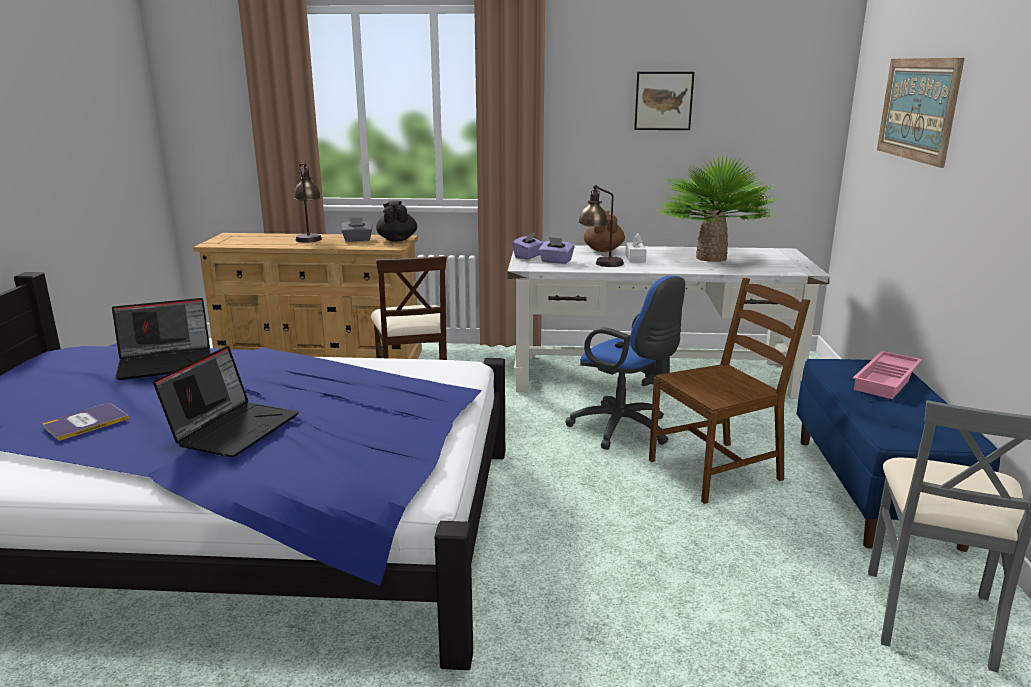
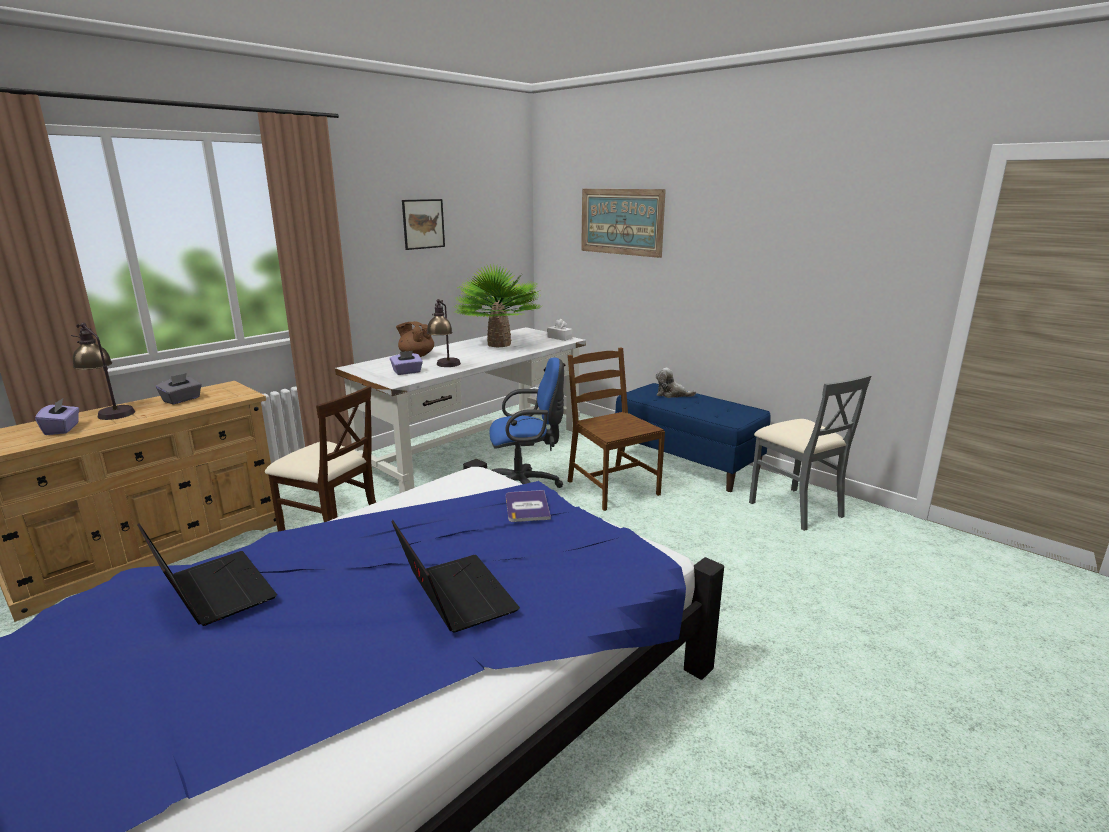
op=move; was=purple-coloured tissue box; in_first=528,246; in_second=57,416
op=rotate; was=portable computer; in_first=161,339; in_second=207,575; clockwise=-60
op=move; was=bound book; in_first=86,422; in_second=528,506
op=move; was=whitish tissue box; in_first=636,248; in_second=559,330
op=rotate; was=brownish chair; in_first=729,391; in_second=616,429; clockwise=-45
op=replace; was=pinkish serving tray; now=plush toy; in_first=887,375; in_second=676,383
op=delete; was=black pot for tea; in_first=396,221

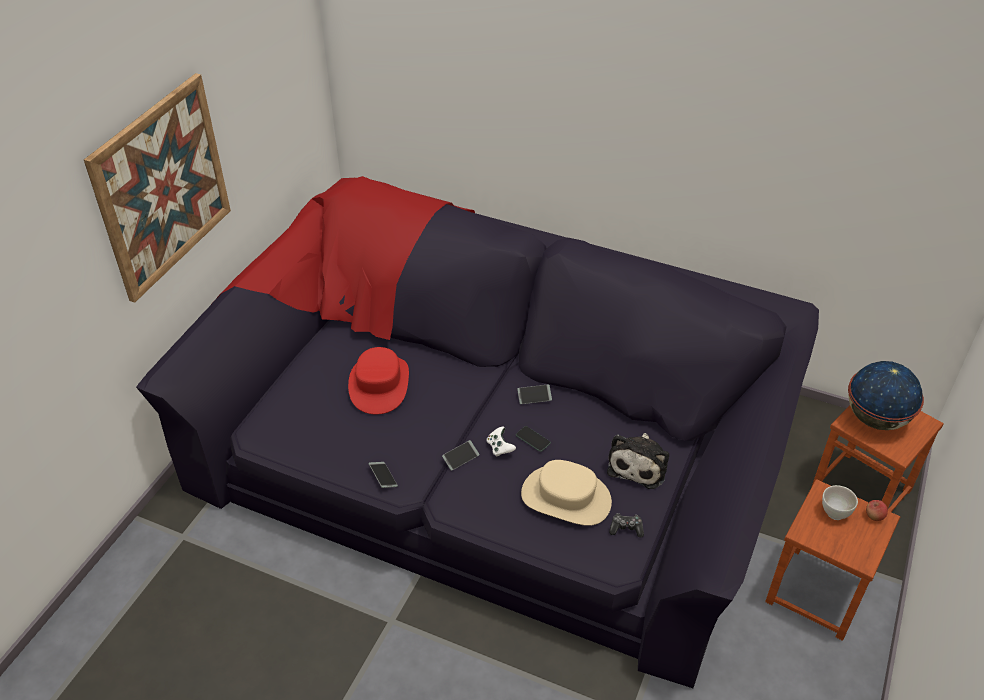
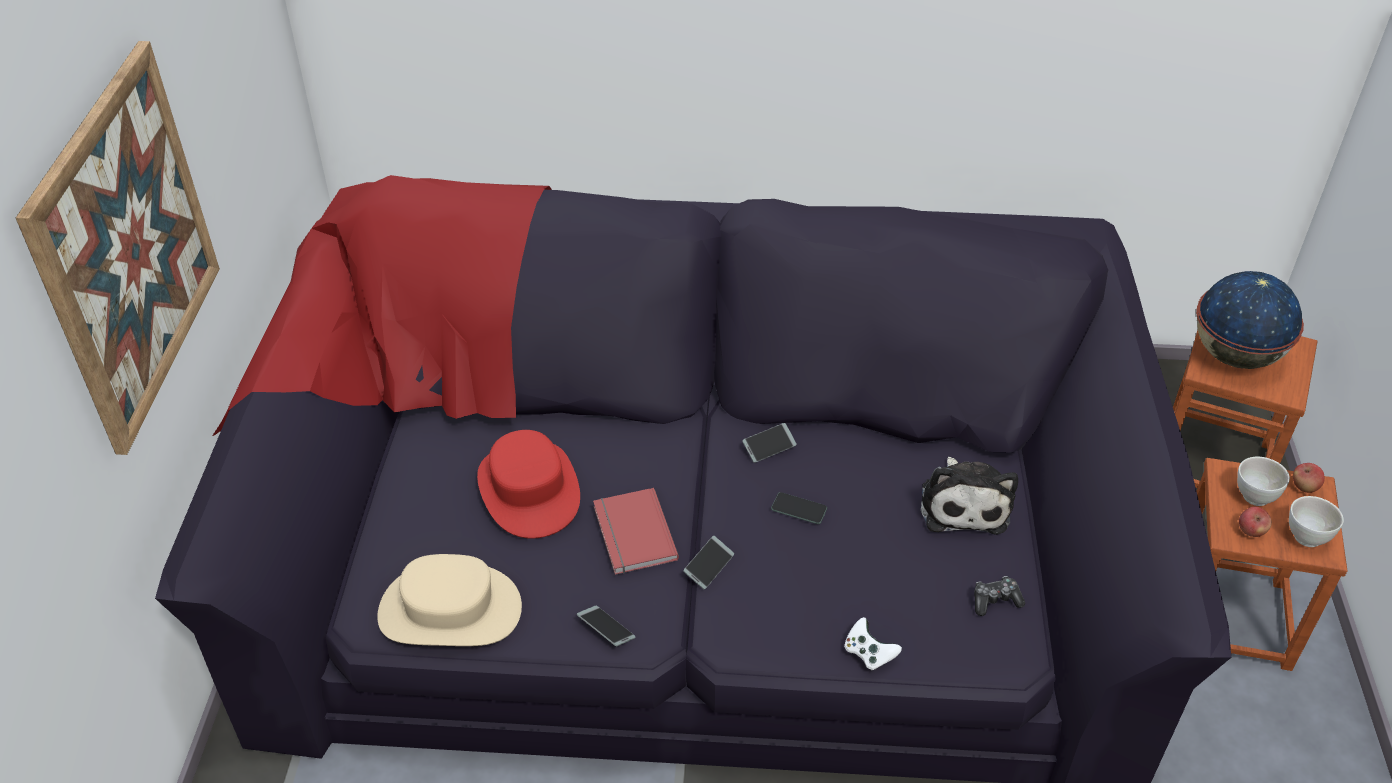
op=move; was=beige-coloured wearable hat; in_first=566,493; in_second=449,600
op=insert; now=red-coloured bound book; in_second=636,531
op=move; was=whitish game controller; in_first=501,441; in_second=873,644
op=insert; now=apple; in_second=1255,522
op=insert; now=whitish serving bowl; in_second=1316,521

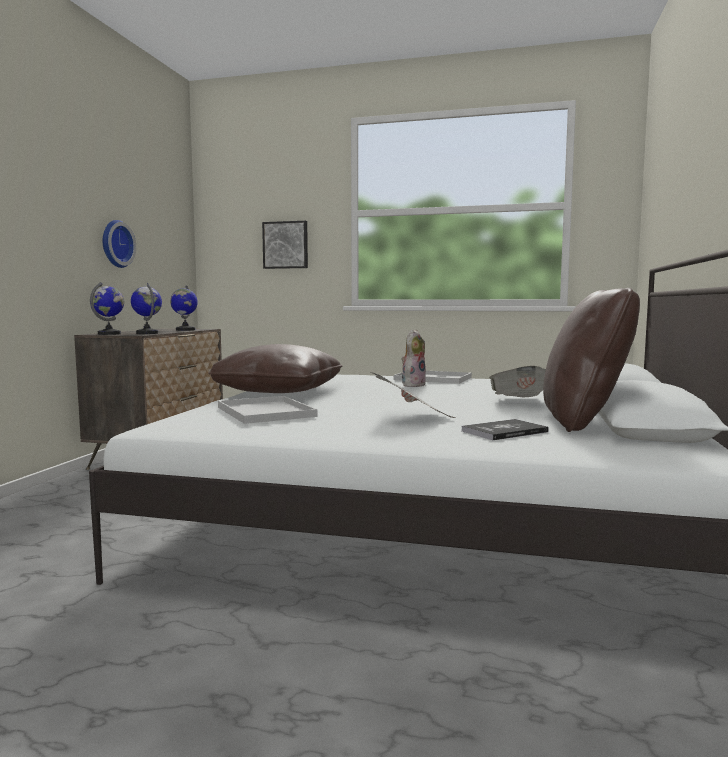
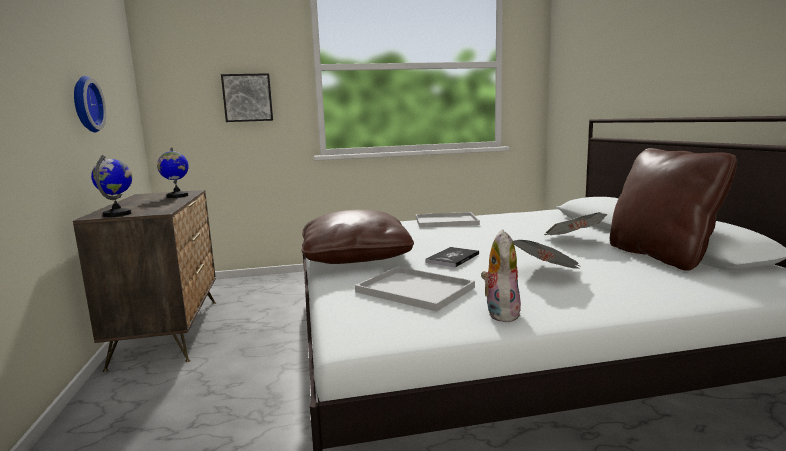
op=move; was=bound book; in_first=505,429; in_second=452,257
op=move; was=plush toy; in_first=413,358; in_second=501,275
op=delete; was=globe; in_first=146,308

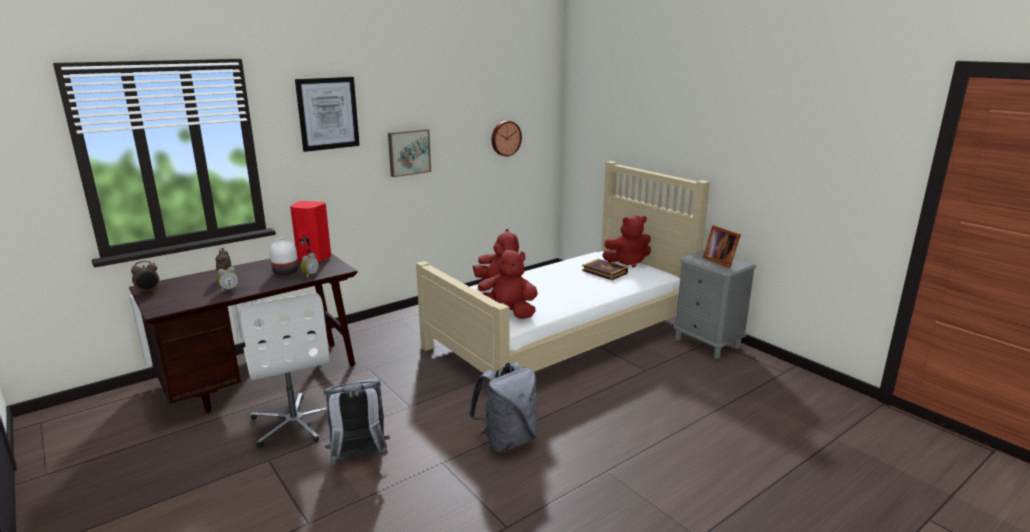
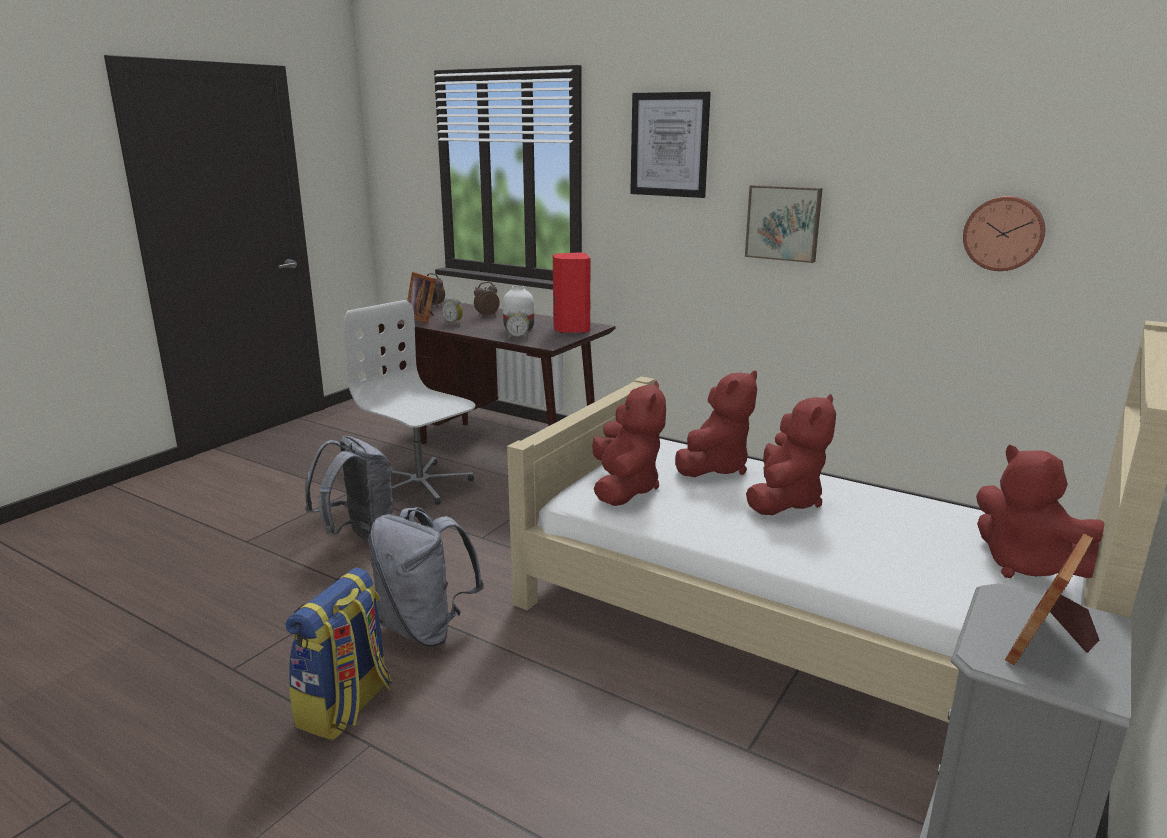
op=insert; now=rucksack; in_second=338,653
op=rotate; was=whitish desk chair; in_first=285,370; in_second=410,402; clockwise=90
op=insert; now=photo frame; in_second=421,297
op=insert; now=red-coloured plush toy; in_second=791,454
op=delete; was=bound book; in_first=605,269

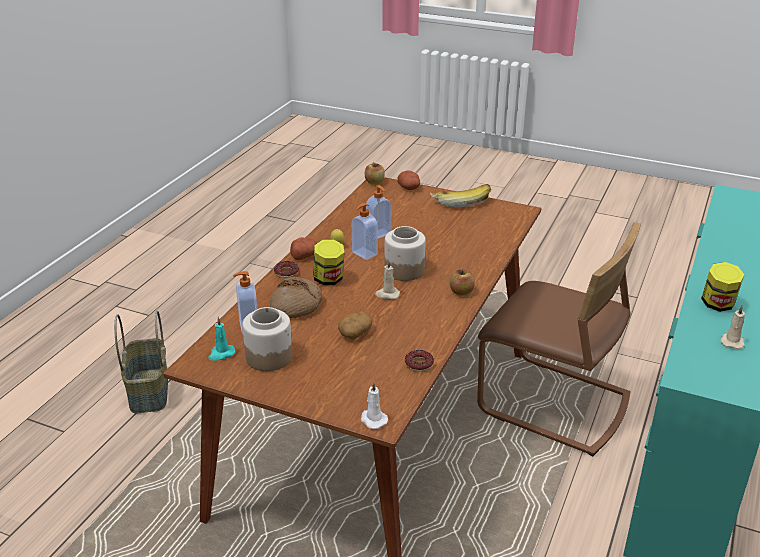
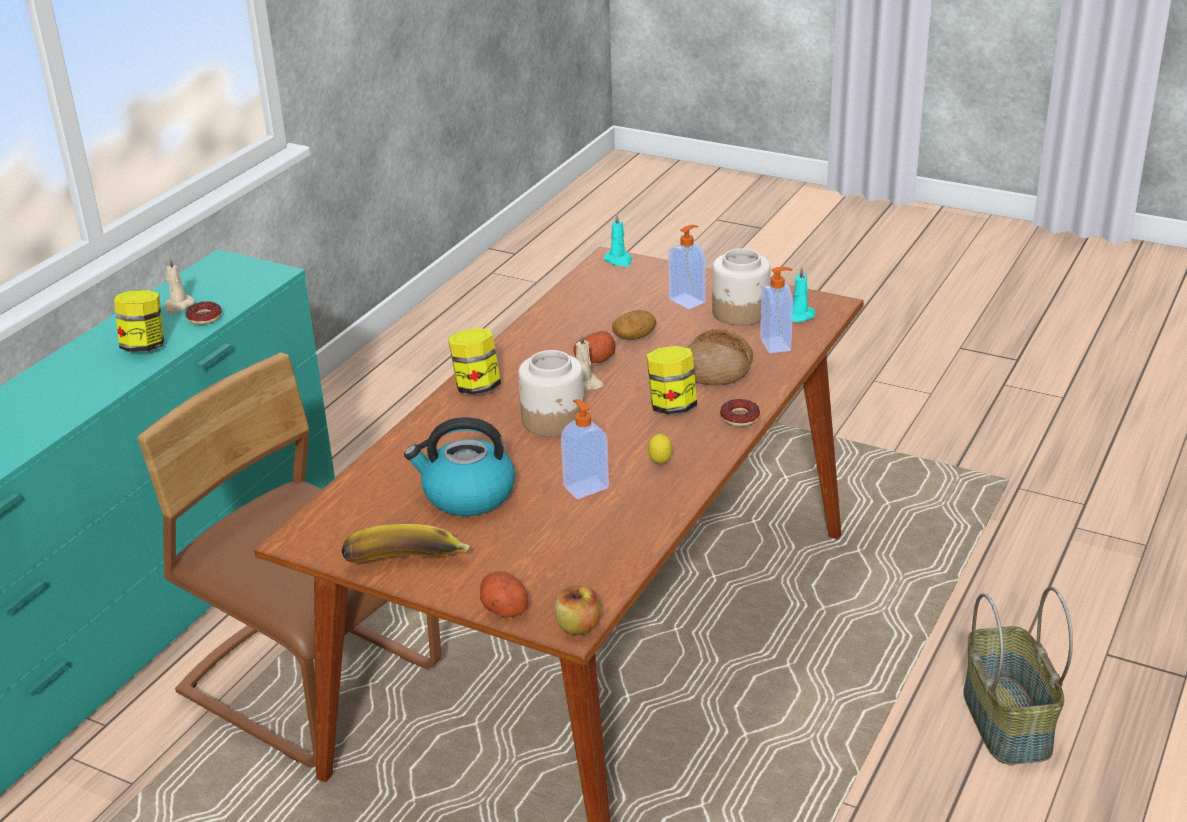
op=move; was=doughnut; in_first=419,361; in_second=204,313
op=insert; now=water kettle; in_second=459,466
op=replace; was=apple; now=preserve jar; in_first=462,282; in_second=474,361
op=move; was=spud; in_first=303,248; in_second=594,347
op=recolor; was=whitish candle; now=turquoise candle; in_first=374,405; in_second=618,240
op=move; was=soap bottle; in_first=365,231; in_second=687,267

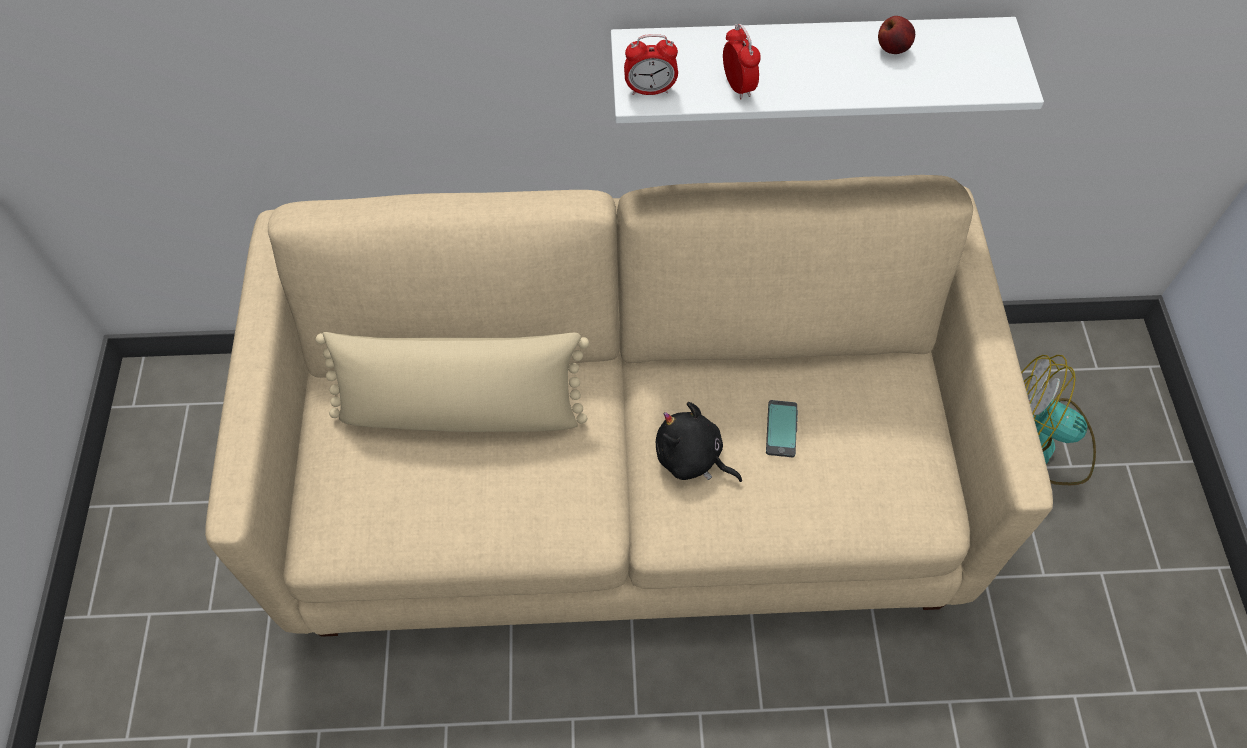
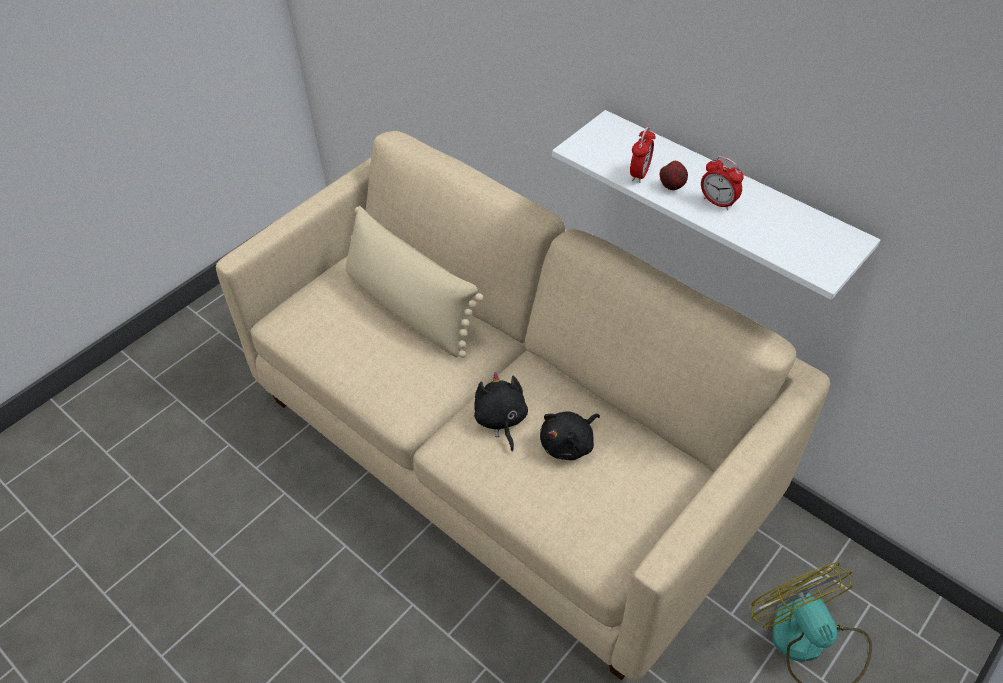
op=replace; was=handset; now=black plush toy; in_first=782,428; in_second=570,436
op=move; was=apple; in_first=896,35; in_second=674,175
op=move; was=bedside clock; in_first=651,64; in_second=722,183

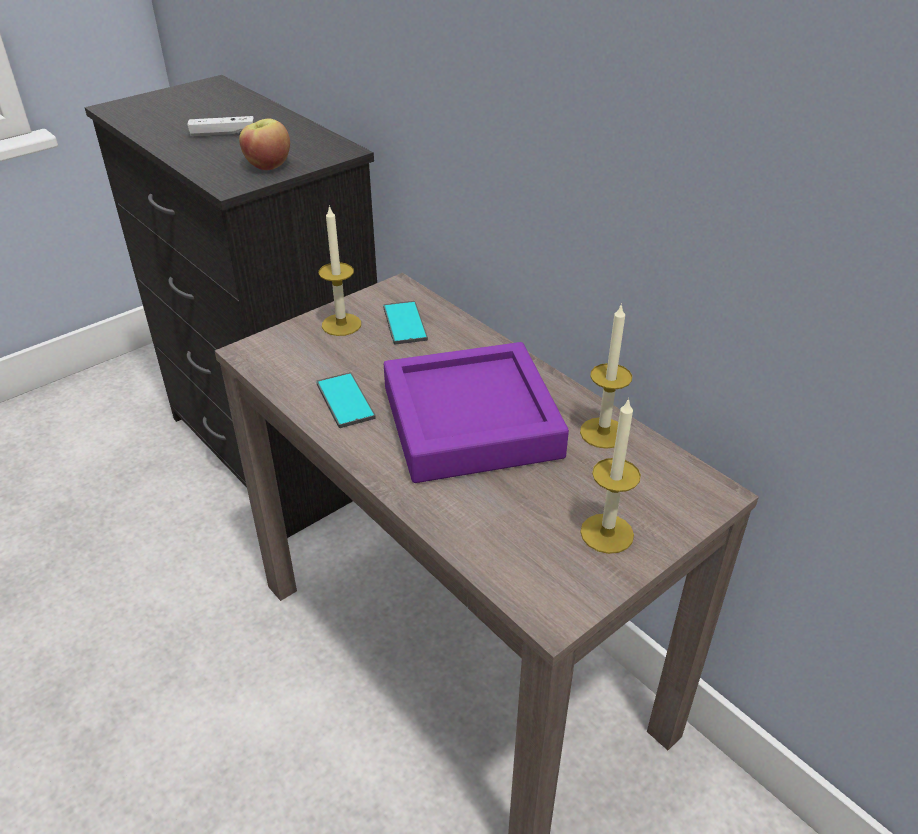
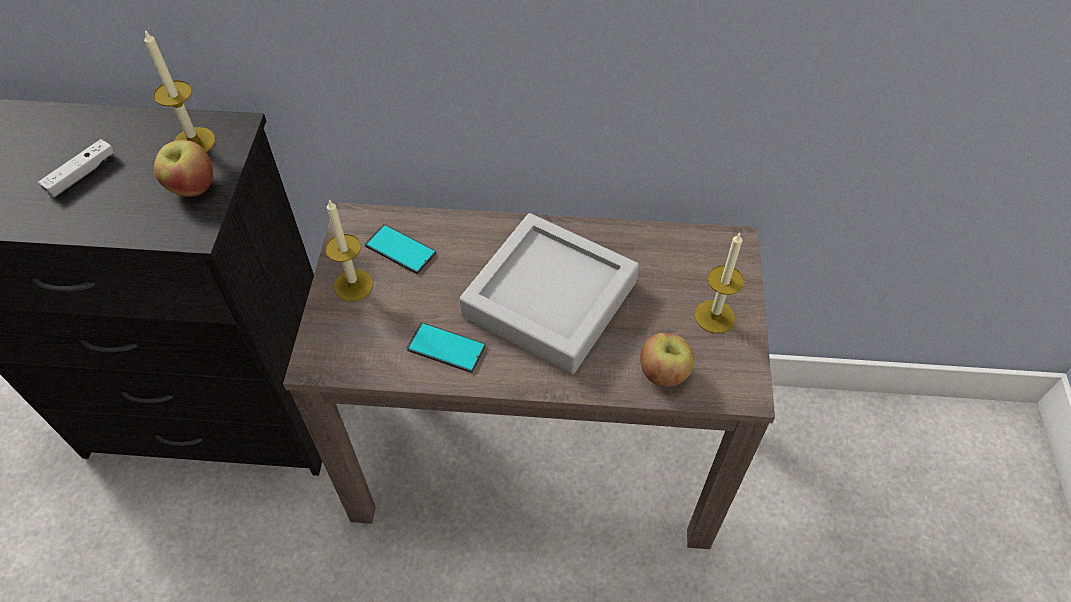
op=move; was=candle; in_first=606,376; in_second=179,91
op=recolor; was=purple-coloured serving tray; now=grey serving tray; in_first=476,412; in_second=549,293
op=insert; now=apple; in_second=667,360

